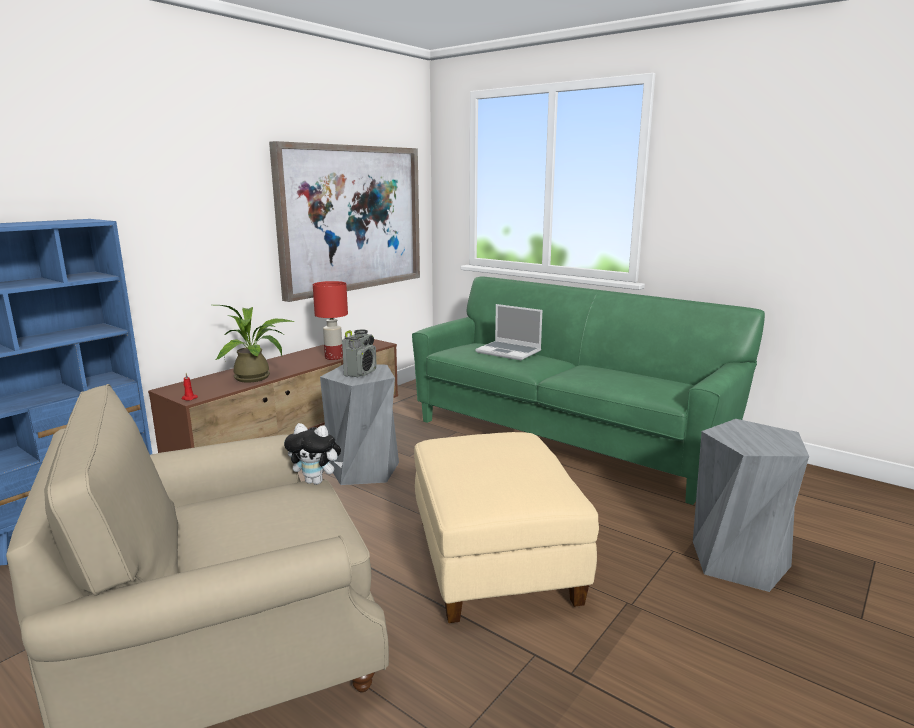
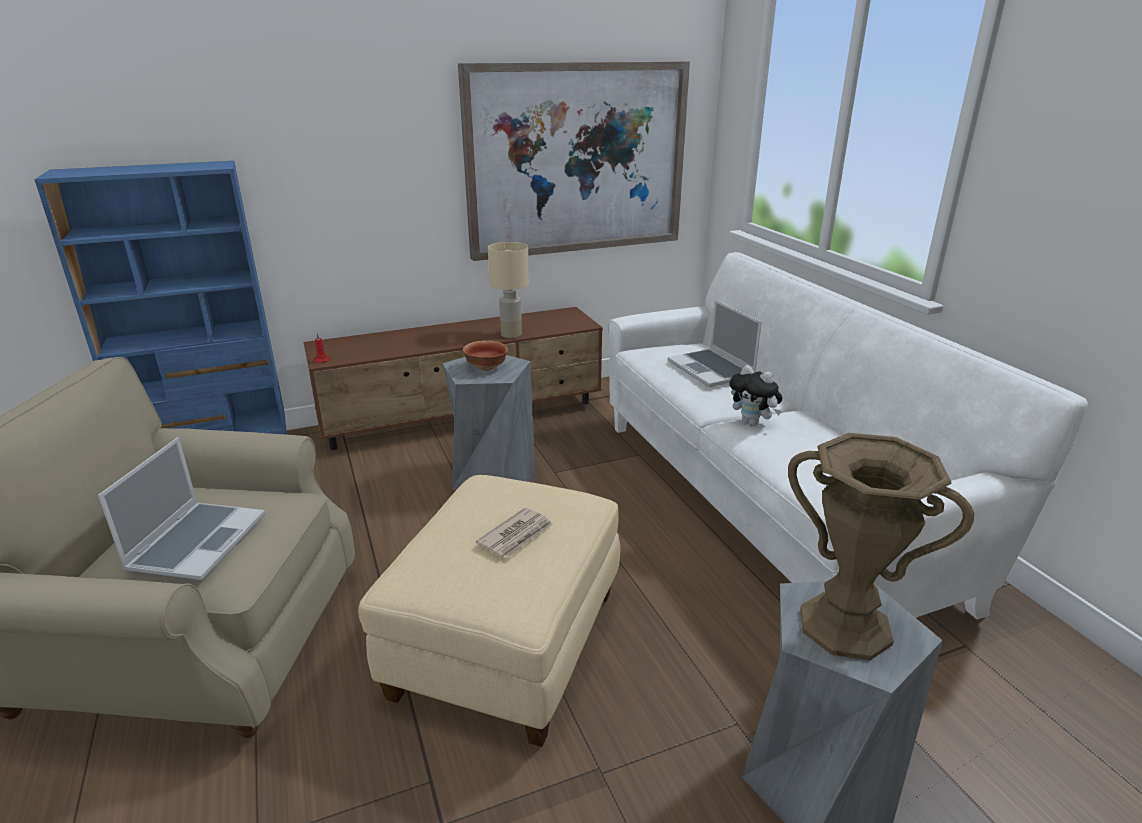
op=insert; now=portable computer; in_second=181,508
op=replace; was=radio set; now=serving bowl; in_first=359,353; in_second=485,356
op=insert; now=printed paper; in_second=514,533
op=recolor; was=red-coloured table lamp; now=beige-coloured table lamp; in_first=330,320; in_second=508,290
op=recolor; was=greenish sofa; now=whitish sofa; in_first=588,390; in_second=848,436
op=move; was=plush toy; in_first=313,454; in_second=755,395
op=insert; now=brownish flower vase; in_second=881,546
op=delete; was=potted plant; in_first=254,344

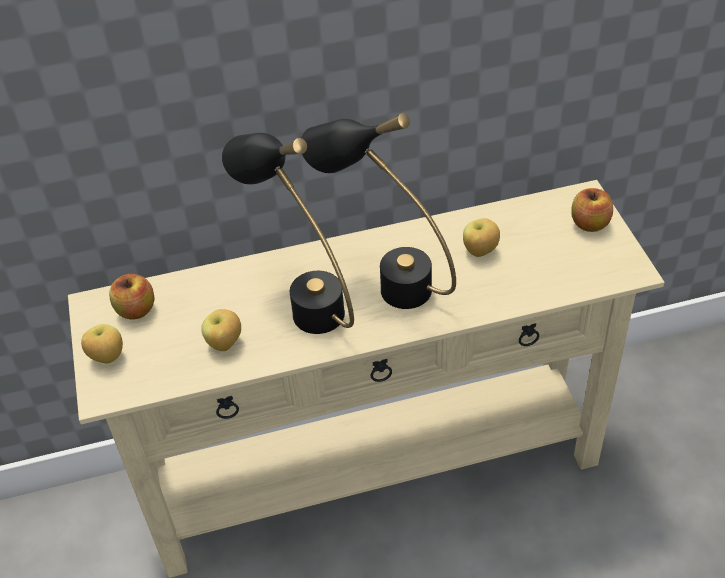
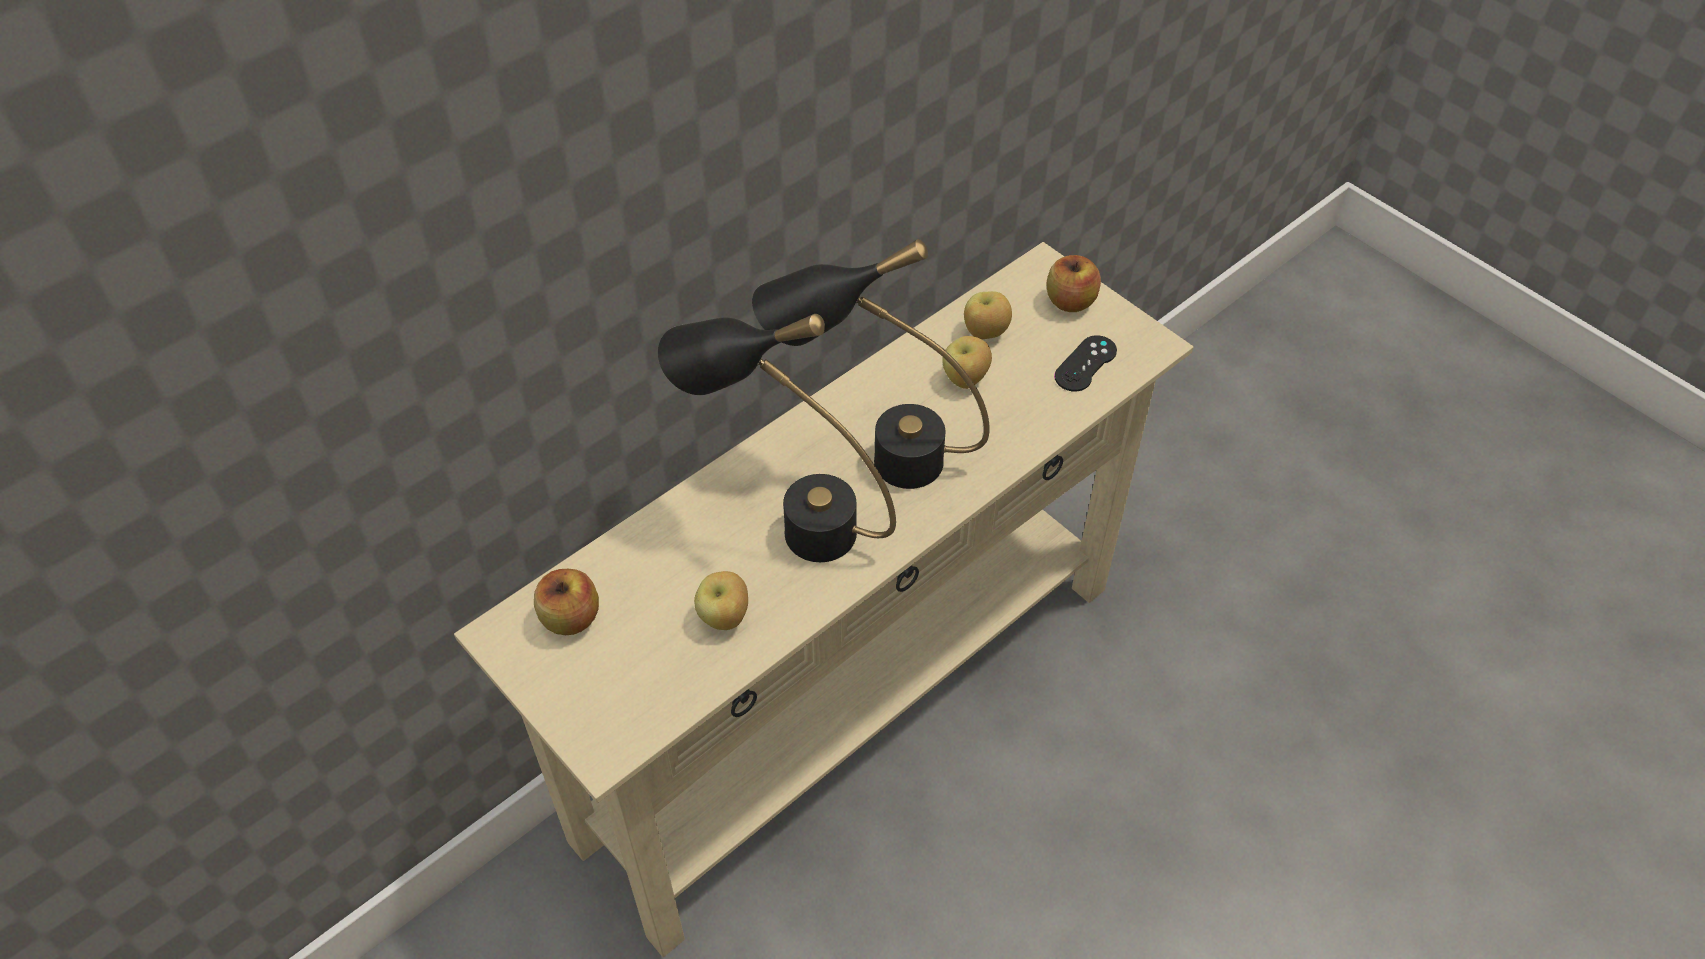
op=move; was=apple; in_first=102,344; in_second=988,315
op=insert; now=black game controller; in_second=1085,363

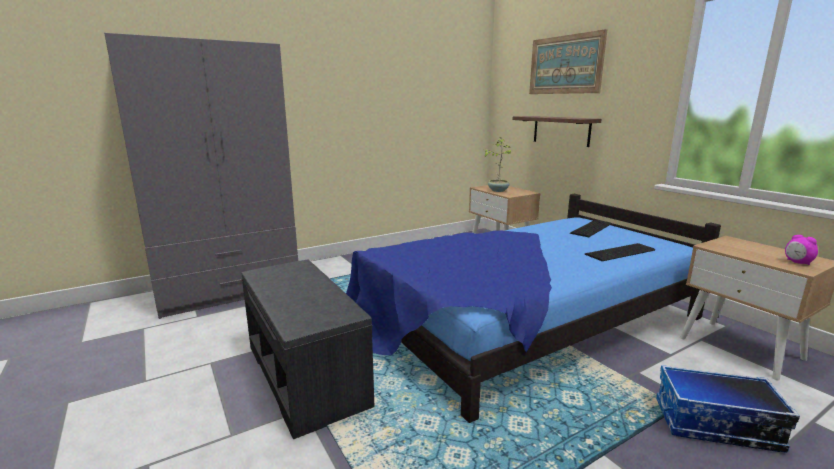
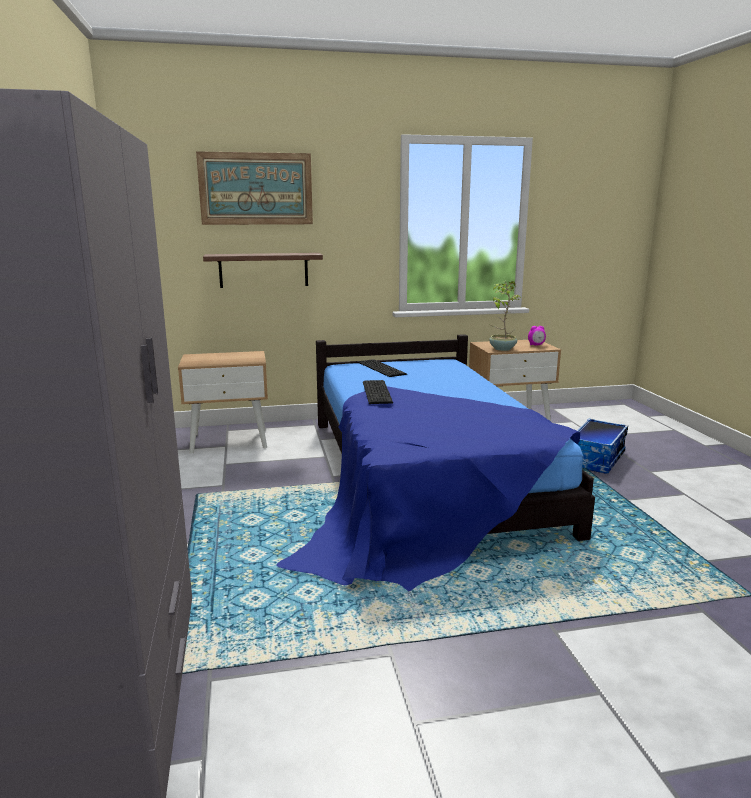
op=move; was=keyboard; in_first=620,252; in_second=378,392
op=move; was=potted plant; in_first=497,165; in_second=505,316
op=delete; was=grey bench; in_first=308,349

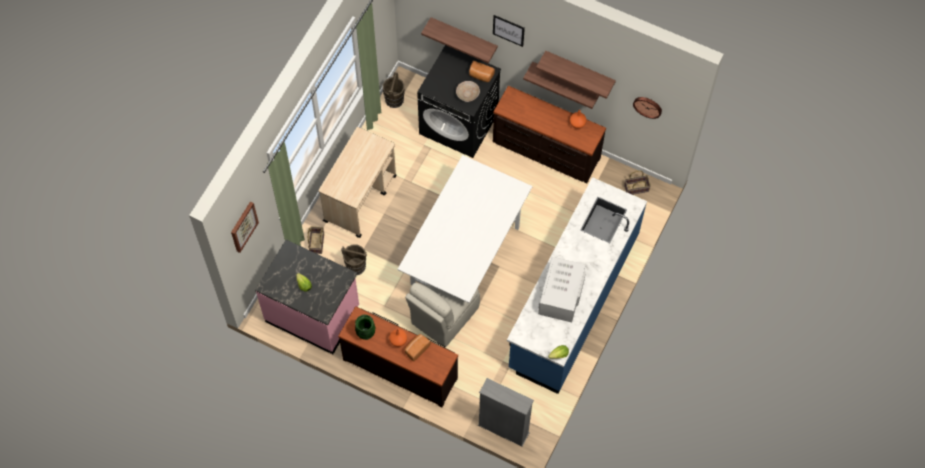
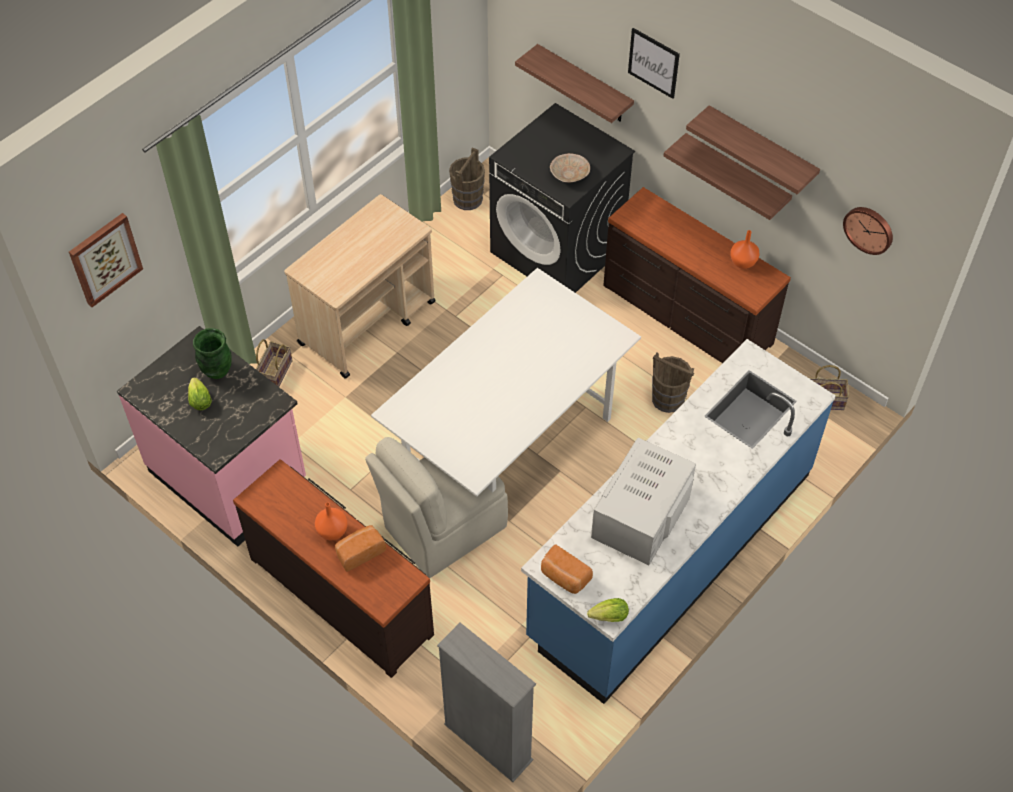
op=move; was=greenish flower vase; in_first=365,327; in_second=212,353
op=move; was=bakery bread; in_first=482,71; in_second=567,569
op=move; was=brownish pail; in_first=354,259; in_second=673,383

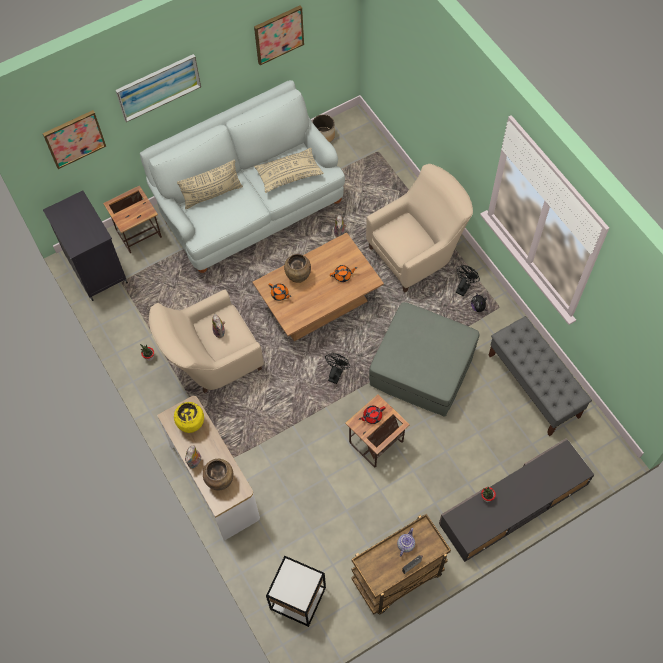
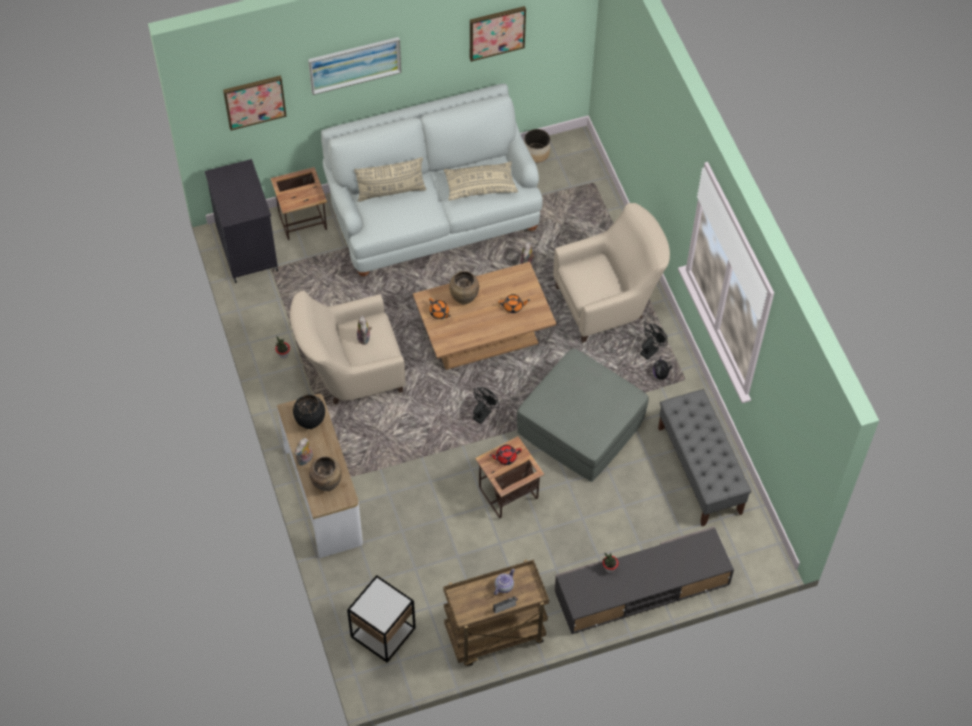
op=recolor; was=yellow flower vase; now=black flower vase; in_first=189,417; in_second=309,412

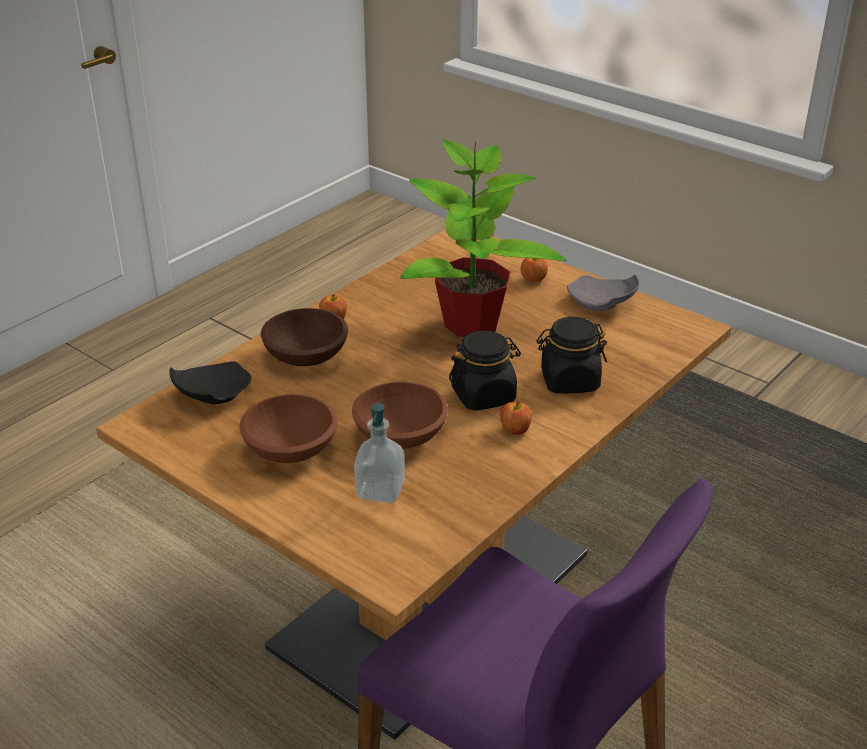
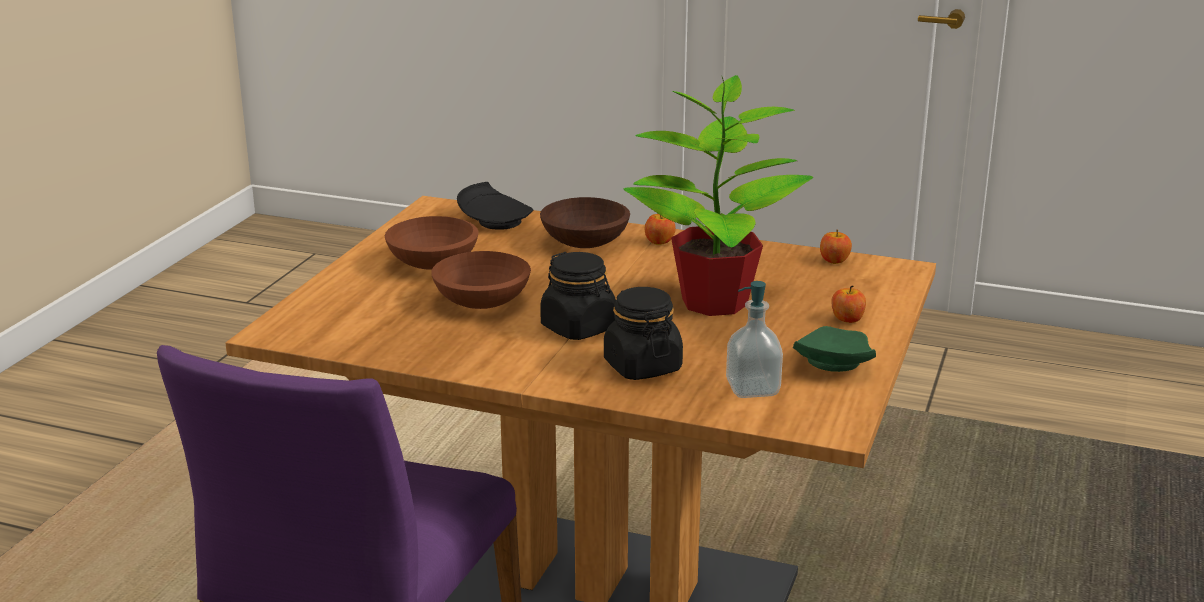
op=move; was=soap bottle; in_first=379,453; in_second=754,339
op=recolor; was=grey dinner plate; now=greenish dinner plate; in_first=603,292; in_second=834,349
op=move; was=apple; in_first=516,418; in_second=836,247

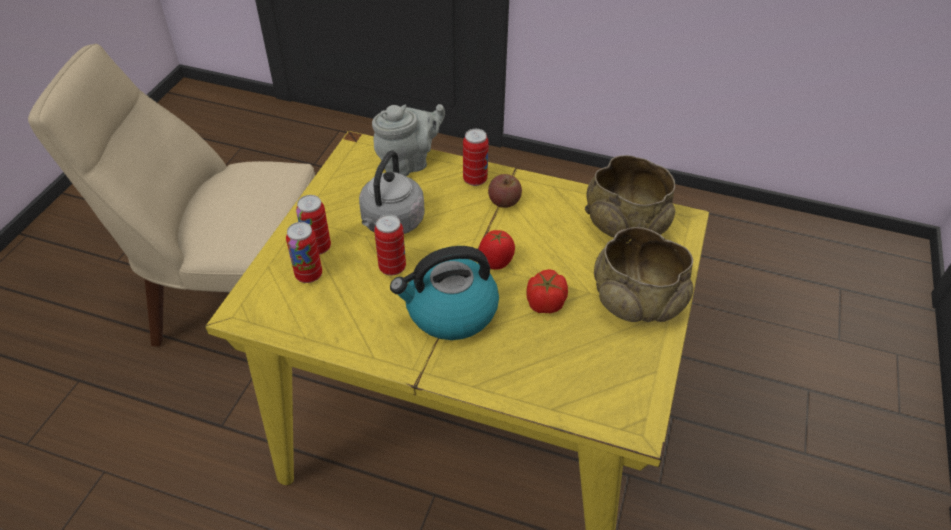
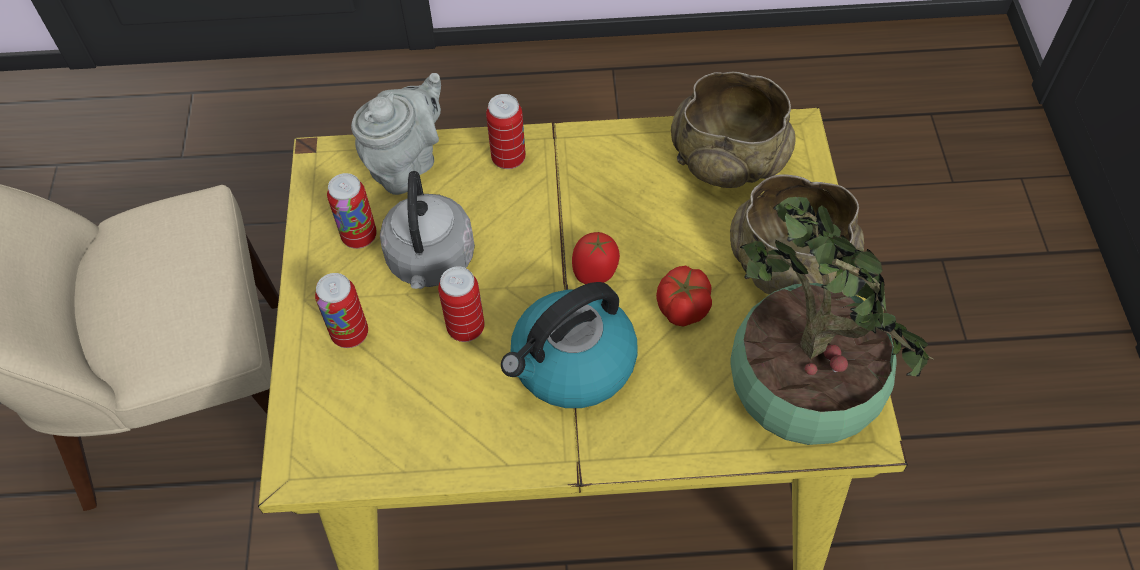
op=move; was=metal can; in_first=304,252; in_second=352,211
op=insert; now=potted plant; in_second=832,321
op=delete; was=apple; in_first=505,191

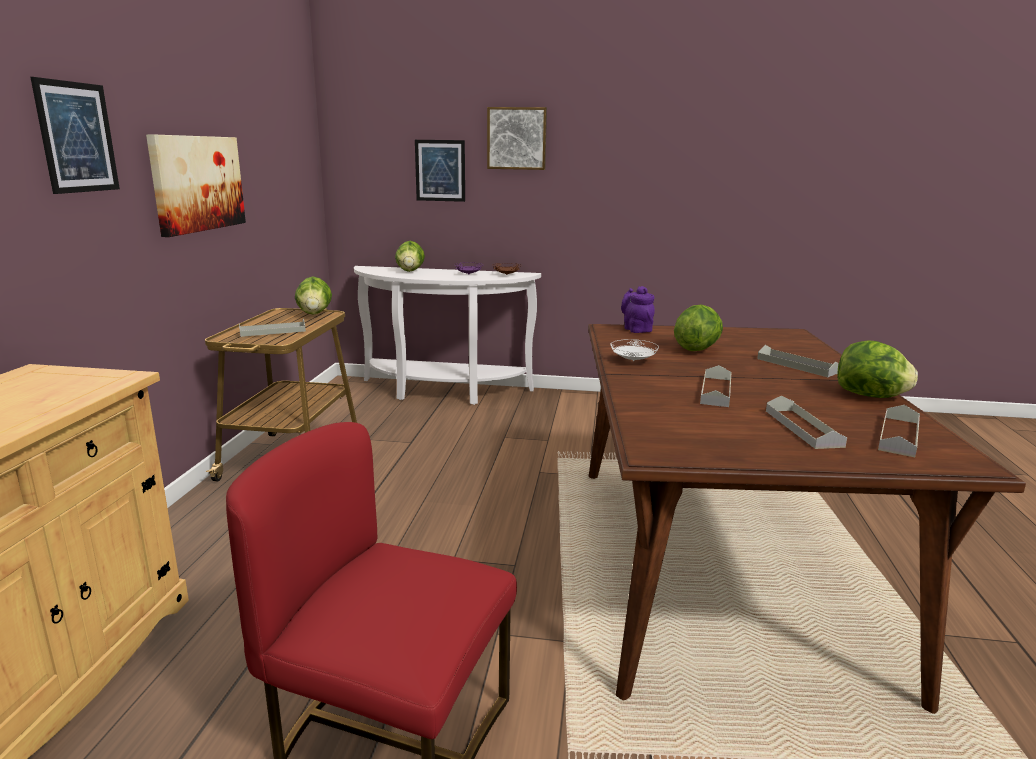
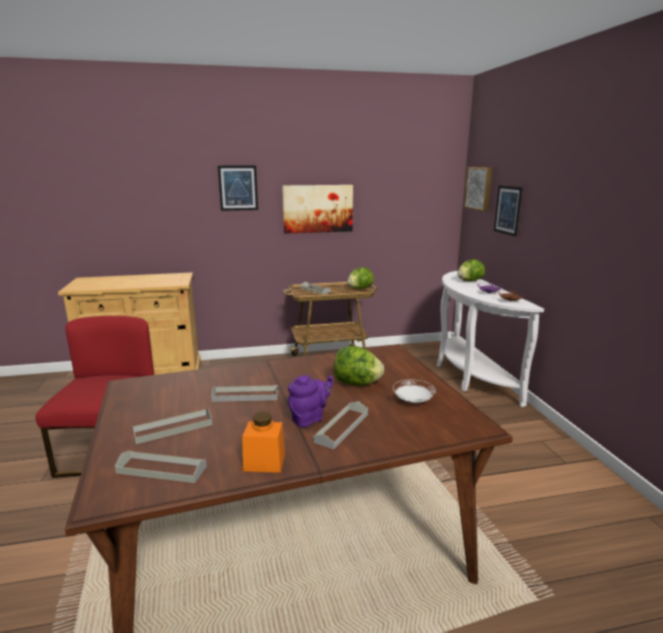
op=replace; was=head of lettuce; now=orange-coloured preserve jar; in_first=877,369; in_second=263,442
op=move; was=purple-coloured pot for tea; in_first=638,309; in_second=310,401
op=move; was=whitish dinner plate; in_first=634,350; in_second=414,391
op=move; was=wall picture; in_first=517,138; in_second=478,189

